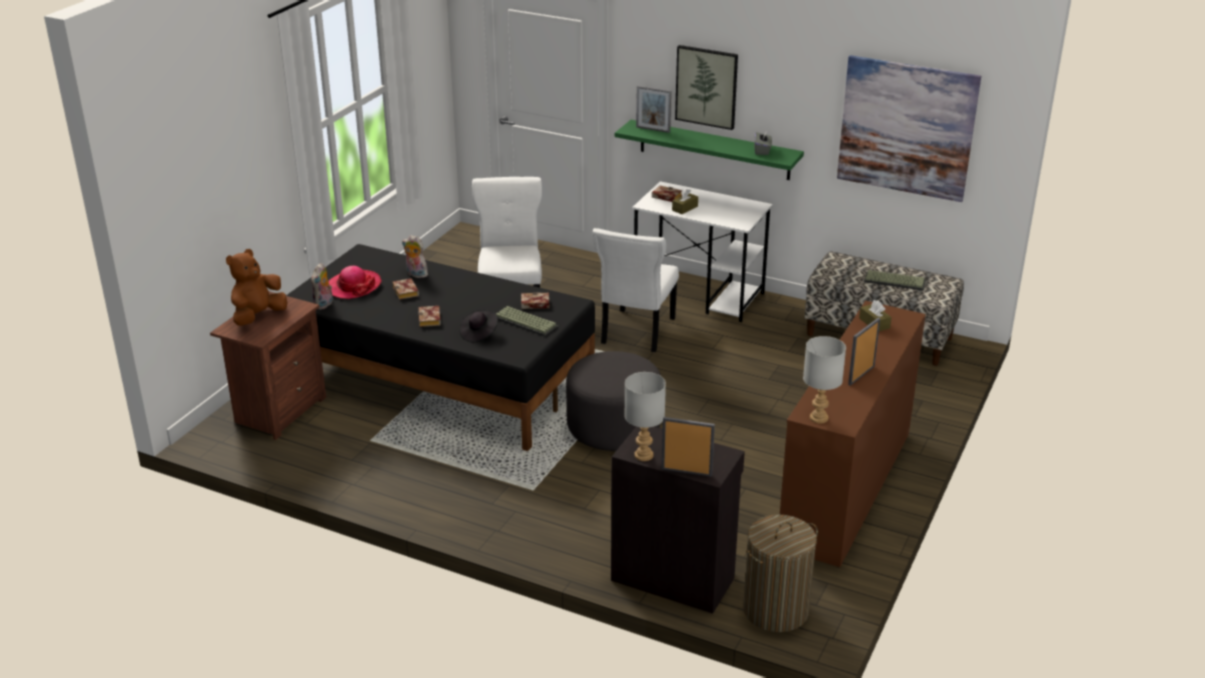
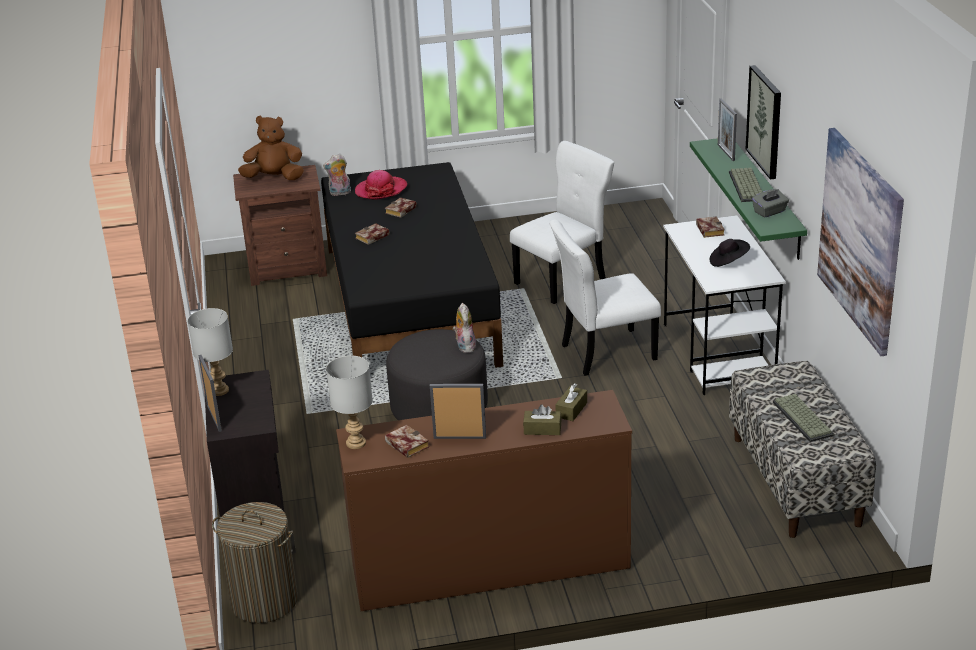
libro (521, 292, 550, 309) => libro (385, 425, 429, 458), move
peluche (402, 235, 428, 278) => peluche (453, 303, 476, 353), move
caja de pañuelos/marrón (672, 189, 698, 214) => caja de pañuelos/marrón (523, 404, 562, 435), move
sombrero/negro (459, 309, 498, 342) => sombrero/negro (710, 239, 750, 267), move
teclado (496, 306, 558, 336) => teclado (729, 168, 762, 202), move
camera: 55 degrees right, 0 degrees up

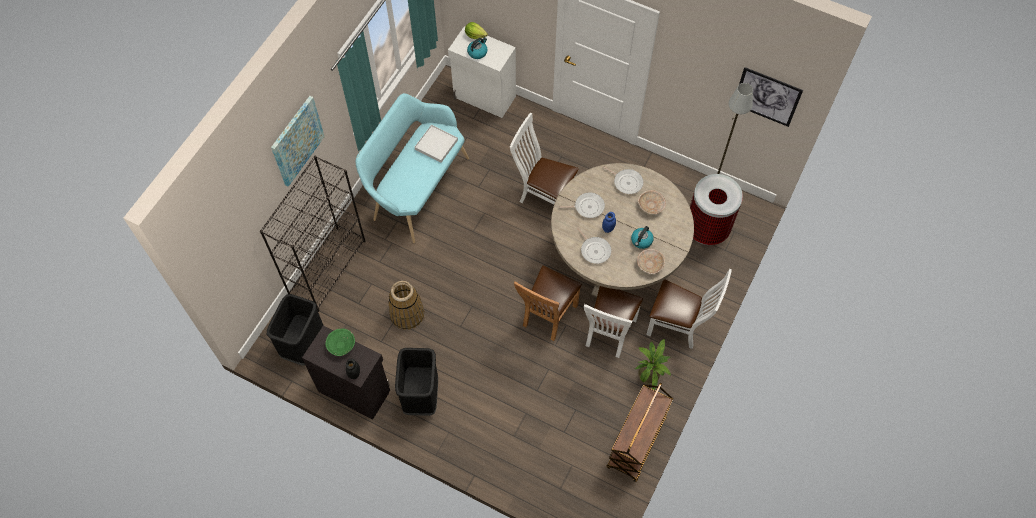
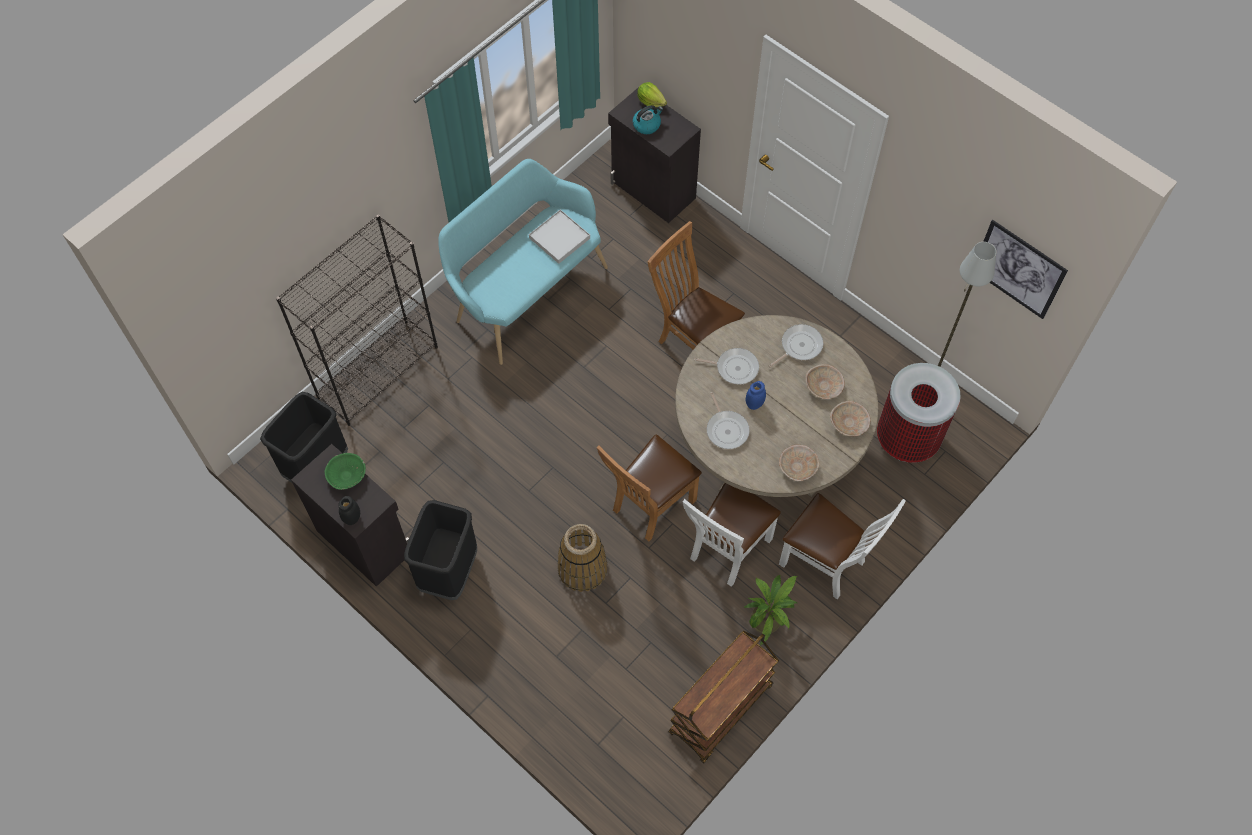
cesta (388, 281, 424, 330) => cesta (557, 524, 608, 592), move
armario/blanco (448, 26, 516, 118) => armario/negro (608, 87, 701, 223)
silla/blanco (510, 113, 579, 204) => silla/marrón (647, 221, 745, 349)
sartén (603, 166, 643, 194) => sartén (769, 324, 823, 368), 90 degrees counterclockwise
nothing => cuenco/beis (830, 401, 870, 436)
cuadro (271, 96, 325, 187) => nothing
hervidor (631, 226, 654, 249) => nothing
camera: 15 degrees right, 0 degrees up

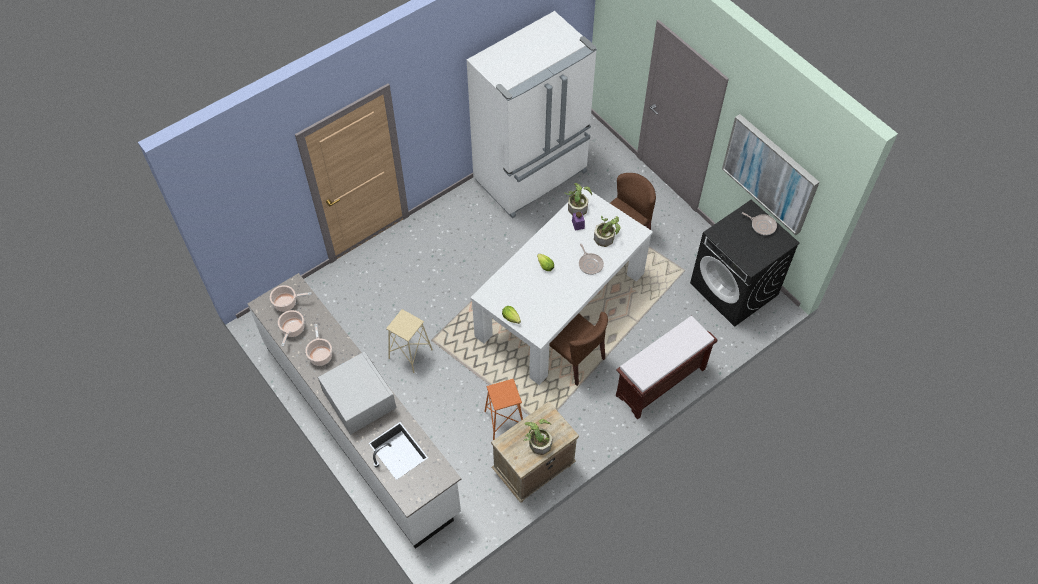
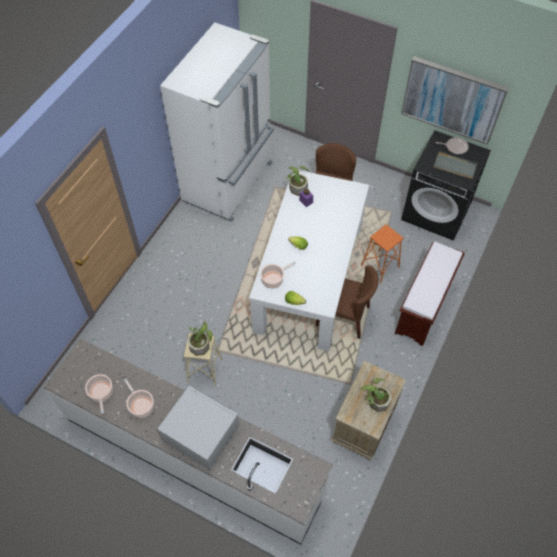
planta en maceta (594, 216, 621, 247) => planta en maceta (188, 322, 212, 356), move
olla (270, 285, 311, 312) => olla (260, 261, 296, 288), move
taburete/naranja (484, 379, 523, 440) => taburete/naranja (361, 224, 404, 283), move
nothing => bandeja/gris (434, 151, 477, 179)
sartén (579, 244, 604, 275) => nothing
camera: 25 degrees left, 0 degrees up

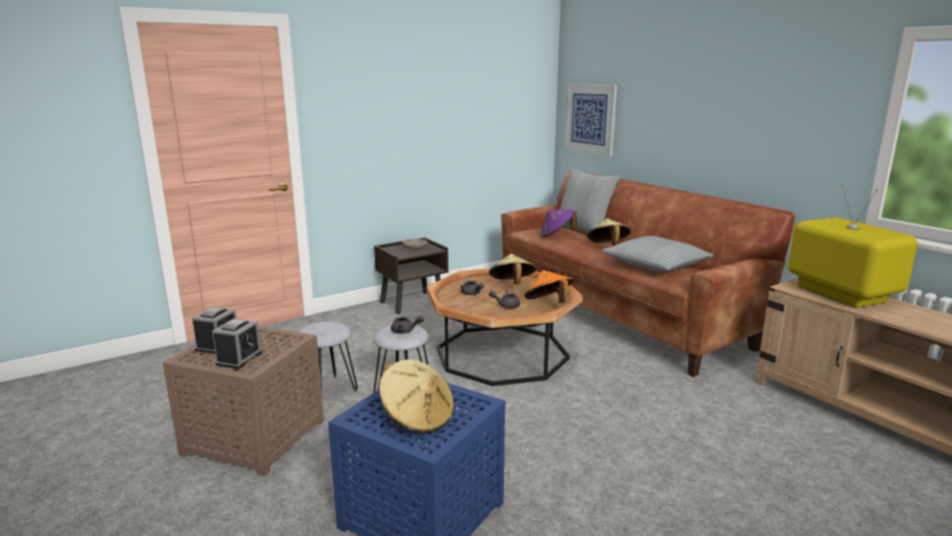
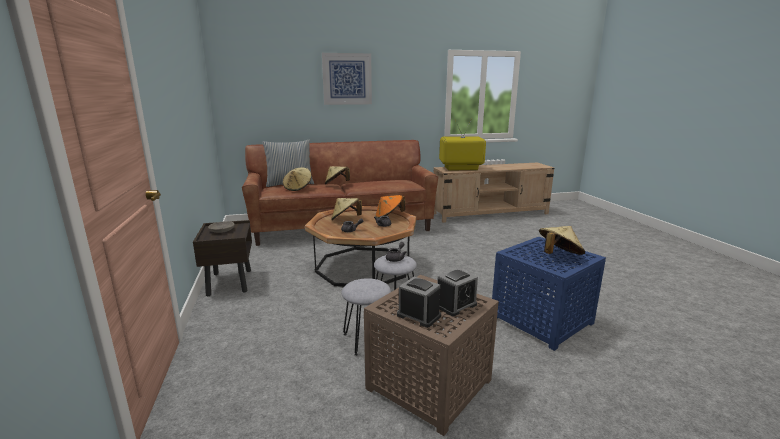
sombrero/morado (540, 209, 577, 237) => sombrero/beis (283, 167, 312, 191)
cuadro (564, 83, 617, 156) => cuadro (322, 53, 372, 105), move
despertador (212, 319, 262, 369) => despertador (437, 268, 478, 316), 105 degrees clockwise
cojín (601, 236, 713, 272) => nothing
camera: 70 degrees left, 0 degrees up

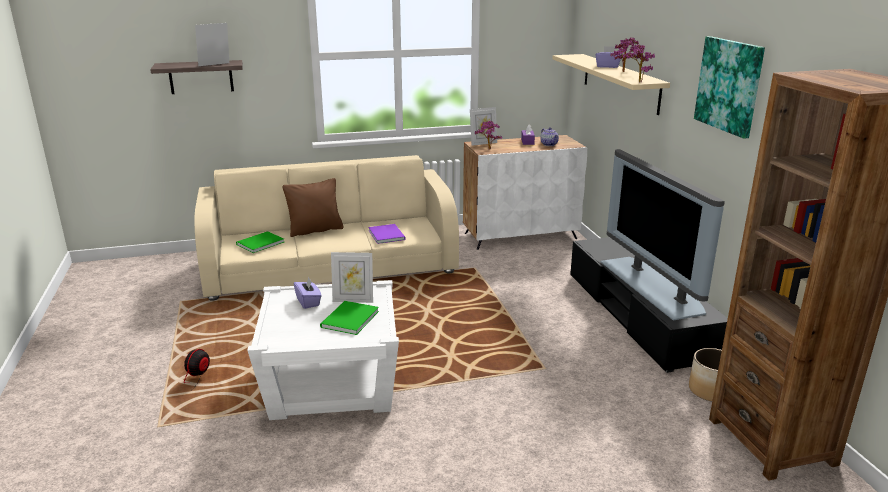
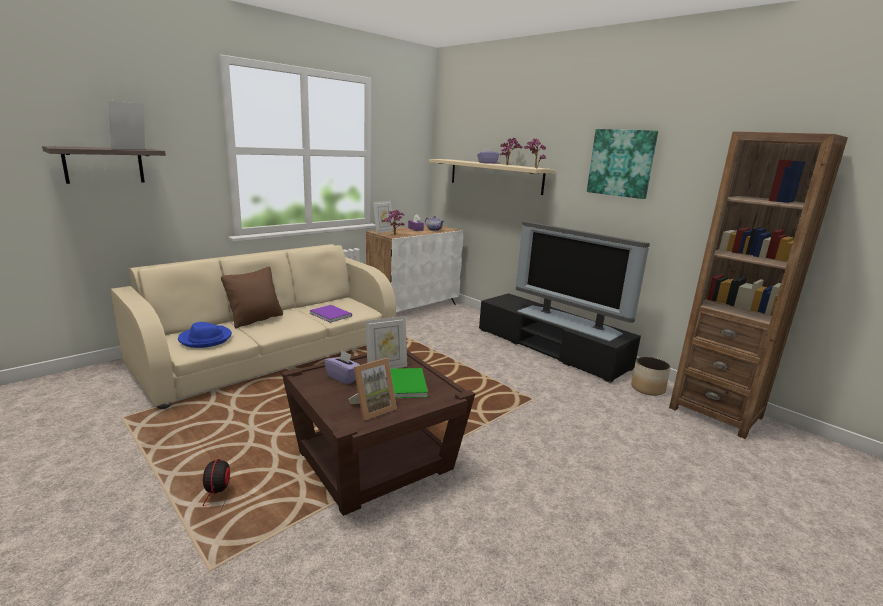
libro/verde (236, 231, 284, 253) => sombrero/azul (178, 322, 232, 348)
mesa auxiliar/blanco (247, 280, 399, 420) => mesa auxiliar/marrón (282, 350, 476, 516)
nothing => portarretratos (349, 358, 397, 420)
camera: 30 degrees left, 5 degrees down

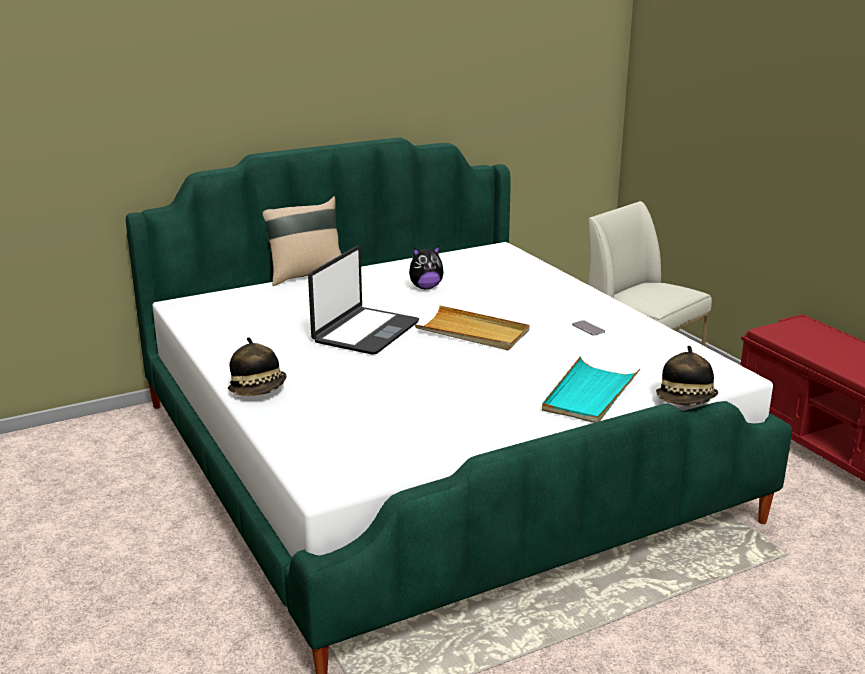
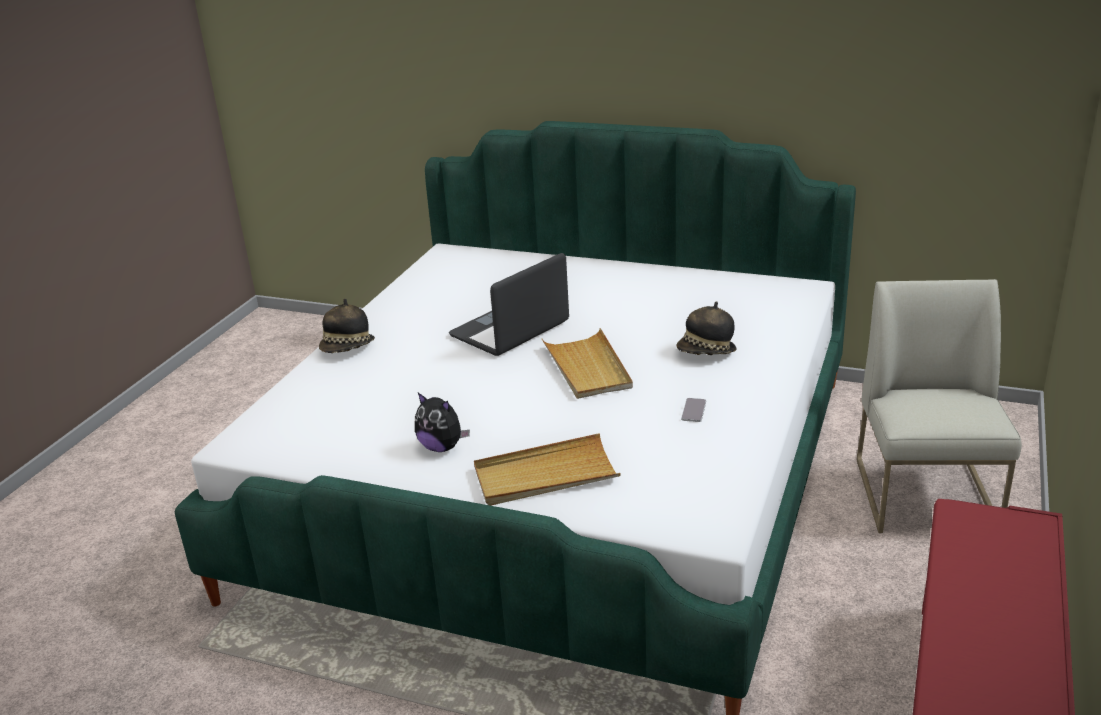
peluche (409, 246, 444, 289) => peluche (415, 393, 470, 452), move
portátil (308, 246, 419, 355) => portátil (449, 253, 569, 356), 150 degrees clockwise
bandeja/turquesa (542, 356, 640, 423) => bandeja/beis (474, 433, 621, 506)
sombrero (656, 346, 718, 406) => sombrero (676, 301, 737, 355), move
cojín/beis (263, 196, 341, 286) => nothing
camera: 50 degrees right, 5 degrees up

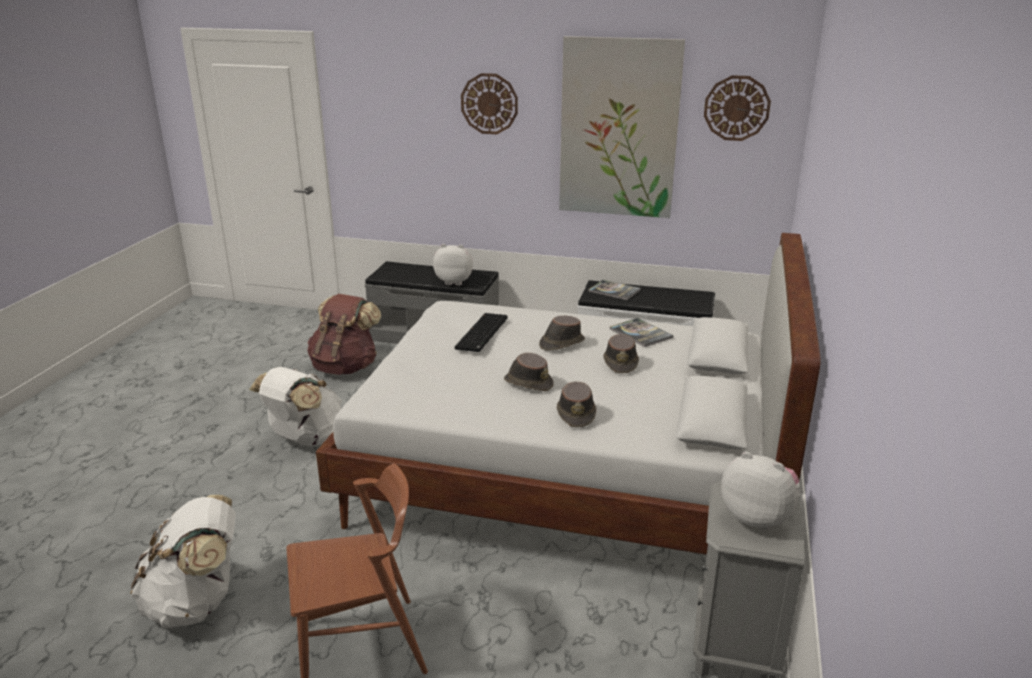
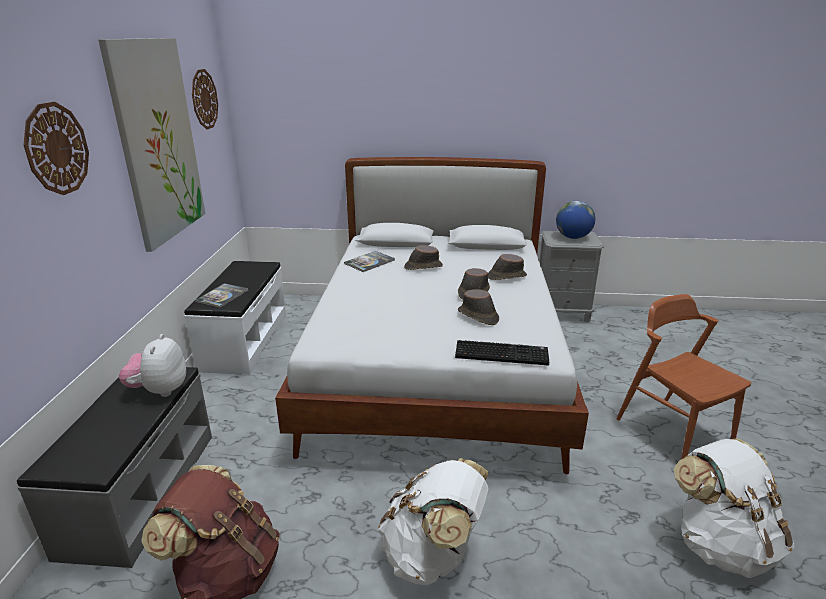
teclado (455, 313, 508, 352) => teclado (455, 340, 549, 366), move
sombrero/marrón (539, 316, 585, 351) => sombrero/marrón (458, 289, 499, 325), move
peluche (721, 452, 800, 530) => globo terráqueo (556, 201, 595, 239)
camera: 100 degrees left, 0 degrees up

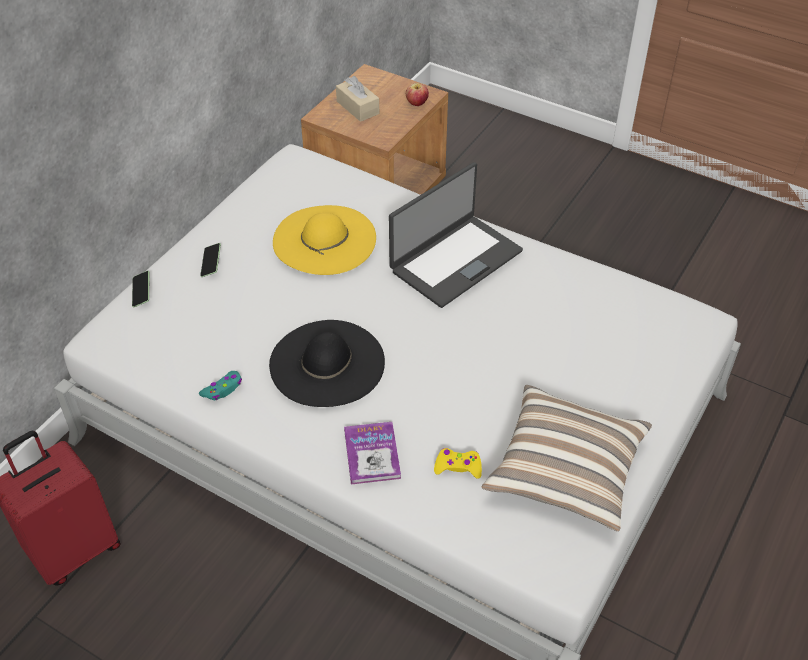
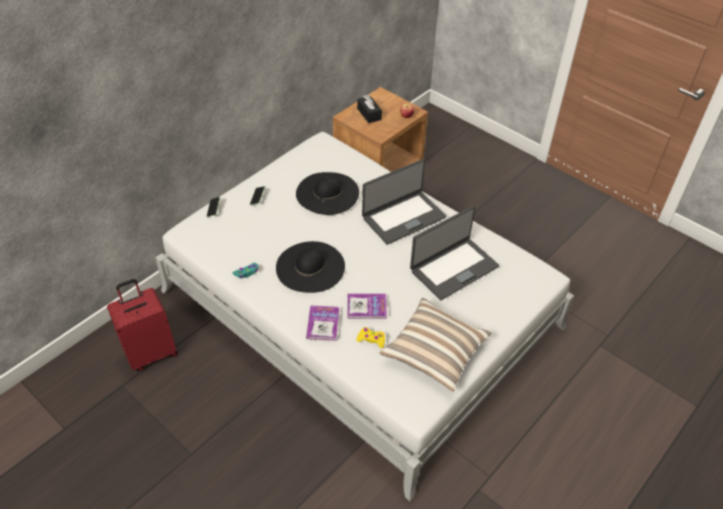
sombrero/amarillo (273, 205, 376, 275) => sombrero/negro (296, 172, 359, 215)
nothing => libro (348, 294, 387, 319)
caja de pañuelos/beis (336, 76, 379, 122) => caja de pañuelos/negro (357, 95, 382, 123)
nothing => portátil (410, 206, 499, 300)
camera: 10 degrees right, 0 degrees up

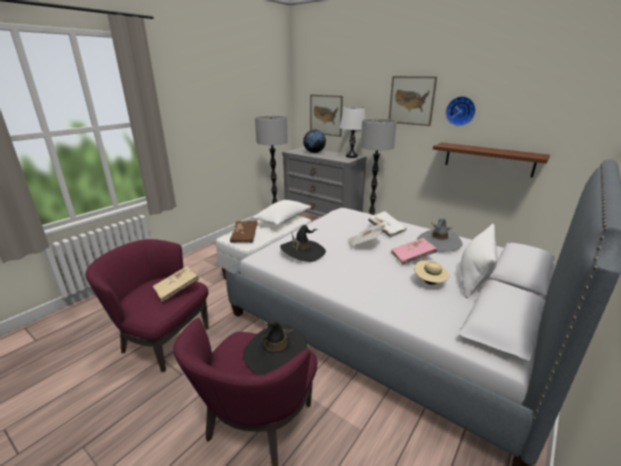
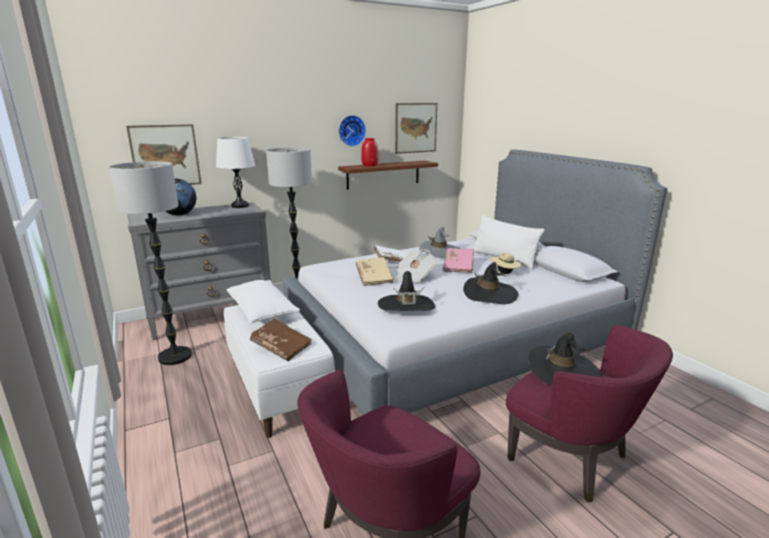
libro/beis (153, 266, 199, 302) => libro/beis (356, 257, 394, 286), move
nothing => florero/rojo (361, 138, 378, 167)
cuadro (389, 76, 437, 126) => cuadro (395, 103, 437, 154), move
nothing => sombrero/negro (463, 262, 518, 304)
camera: 65 degrees left, 5 degrees down

